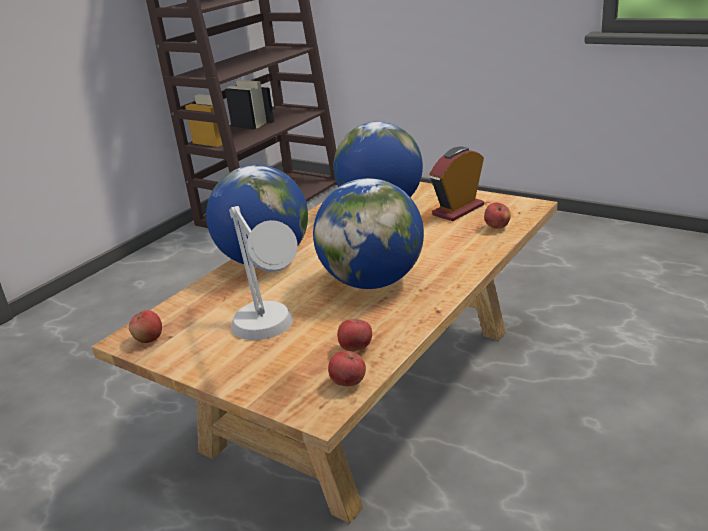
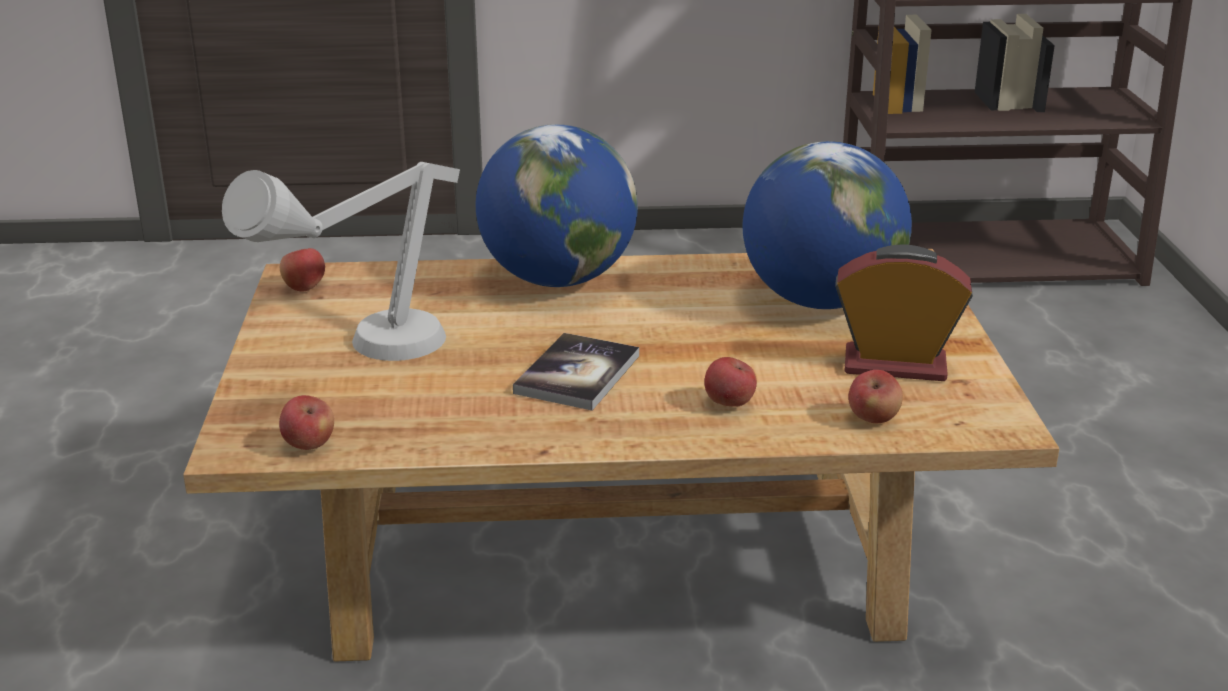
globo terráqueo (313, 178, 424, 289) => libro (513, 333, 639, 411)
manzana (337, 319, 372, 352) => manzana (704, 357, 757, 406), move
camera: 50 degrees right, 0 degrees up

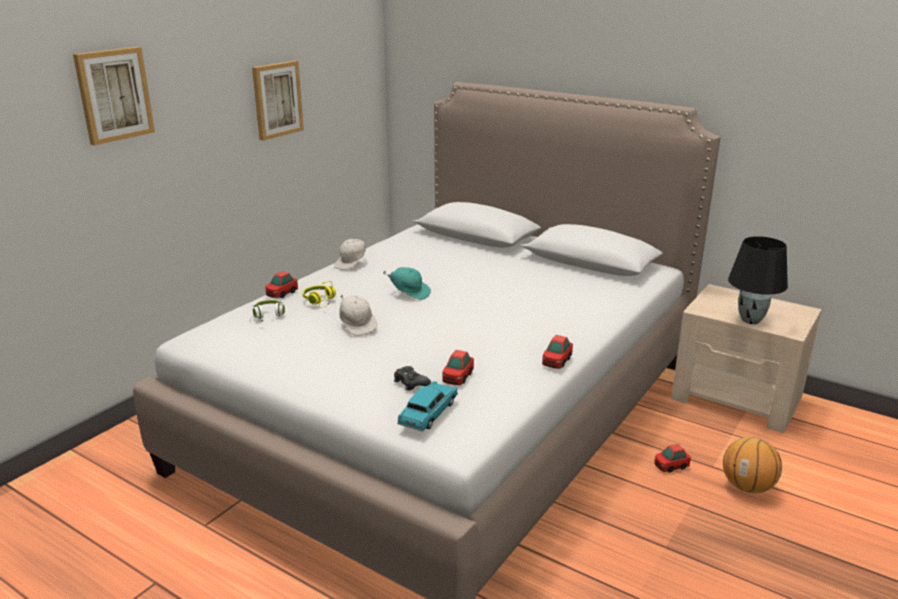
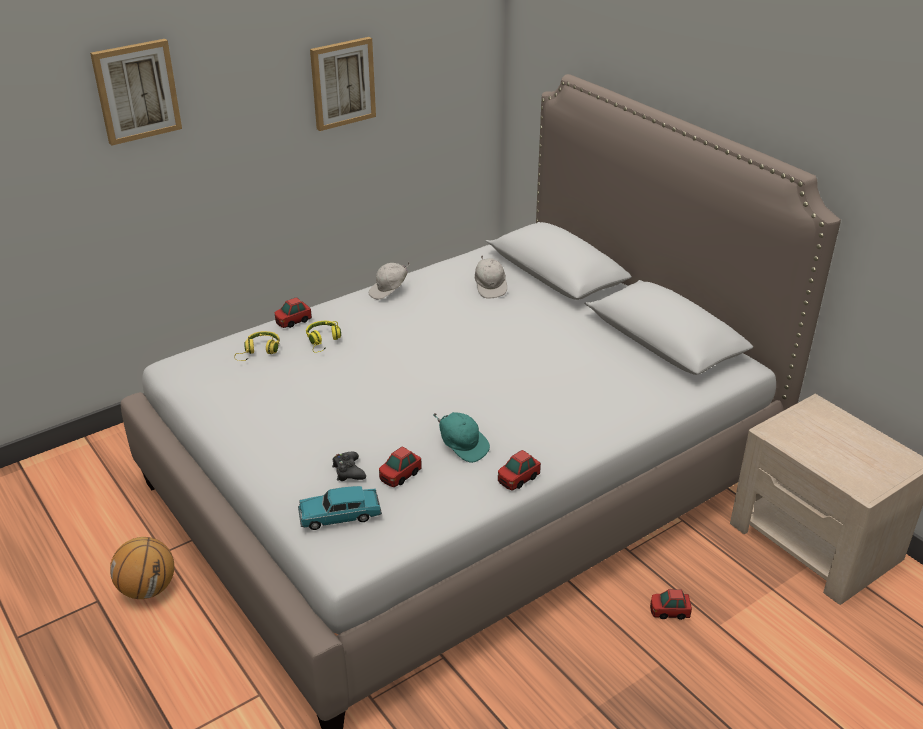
balón de baloncesto (723, 437, 782, 493) => balón de baloncesto (110, 537, 174, 599), move
auriculares/blanco (250, 298, 285, 324) => auriculares/amarillo (234, 331, 280, 361)
coche de juguete/turquesa (397, 381, 458, 431) => coche de juguete/turquesa (298, 486, 382, 530), 150 degrees counterclockwise
gorra/turquesa (383, 267, 431, 300) => gorra/turquesa (433, 412, 490, 463), move
gorra/blanco (339, 295, 377, 336) => gorra/blanco (475, 256, 507, 298), move
lámpara de mesa/negro (728, 236, 788, 324) => nothing
camera: 20 degrees right, 10 degrees up

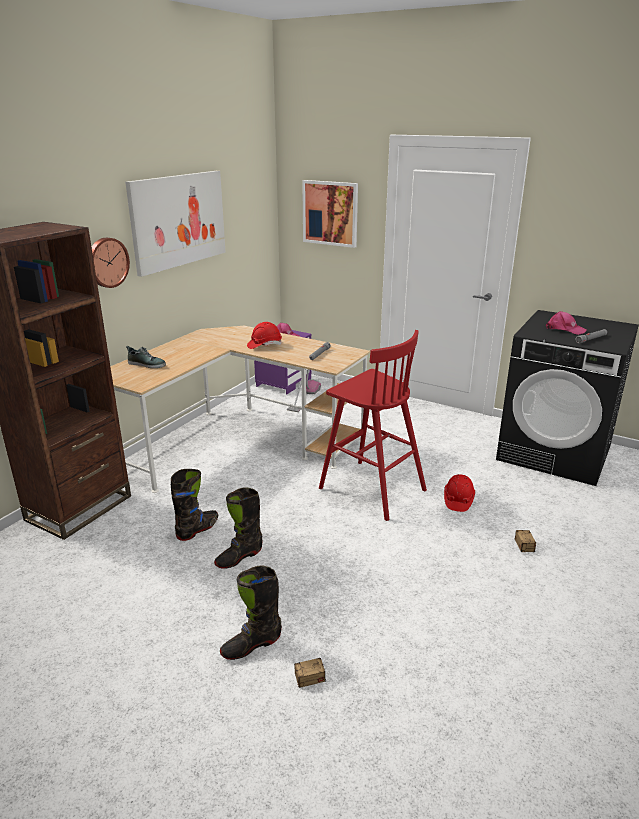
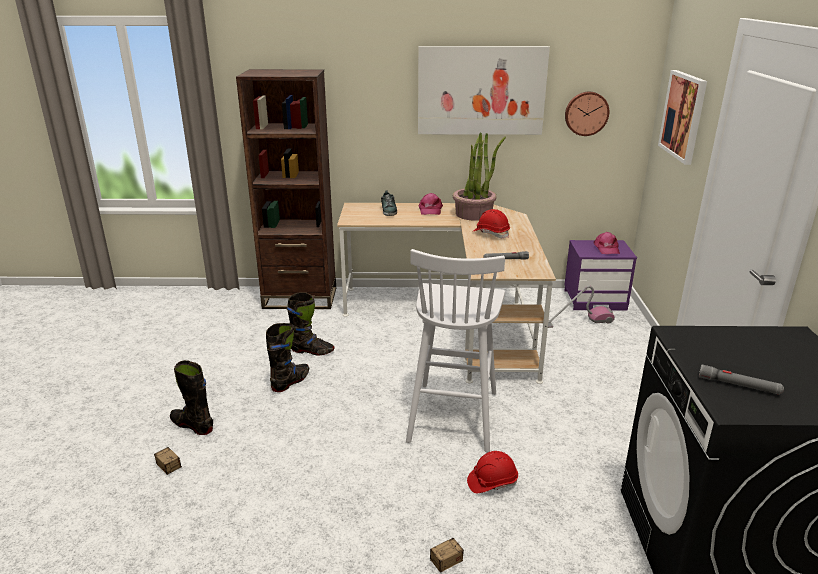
bota/negro (214, 487, 263, 569) => bota/negro (266, 323, 309, 392), 105 degrees clockwise
taburete/rojo (319, 330, 427, 521) => taburete/blanco (406, 249, 505, 453)
gorra/rosa (546, 311, 587, 335) => gorra/rosa (419, 193, 443, 215), move
nothing => planta en maceta (453, 132, 506, 221)
reloj de pared (92, 238, 130, 288) => reloj de pared (565, 92, 609, 136), move
camera: 60 degrees right, 0 degrees up

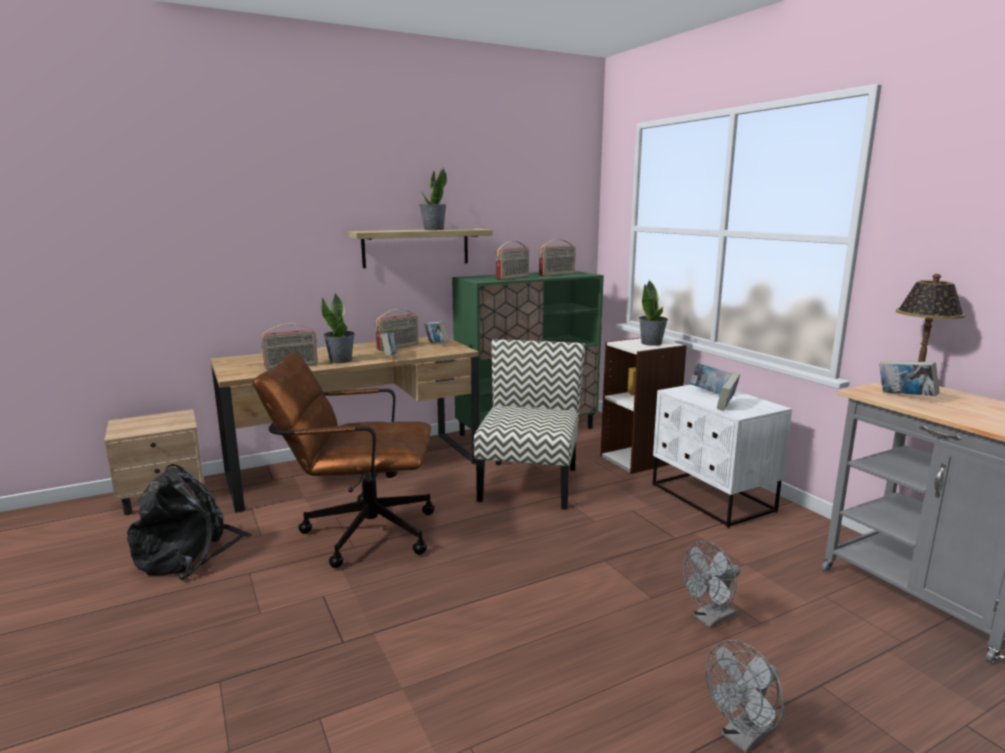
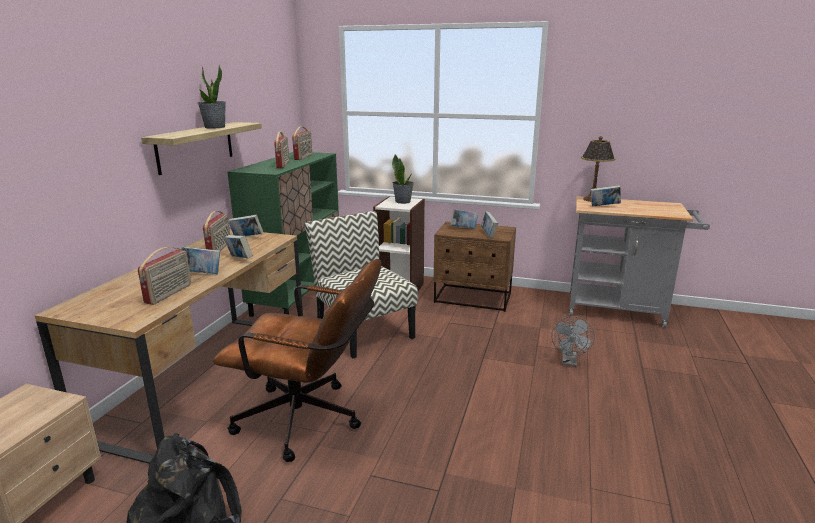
planta en maceta (321, 292, 355, 363) => libro (181, 246, 220, 274)
silla de oficina/marrón (253, 351, 435, 568) => silla de oficina/marrón (213, 259, 381, 462), 120 degrees counterclockwise
mesita de noche/blanco (653, 384, 792, 528) => mesita de noche/marrón (434, 222, 516, 312)
ventilador/gris (705, 640, 785, 753) => nothing
camera: 45 degrees left, 5 degrees up

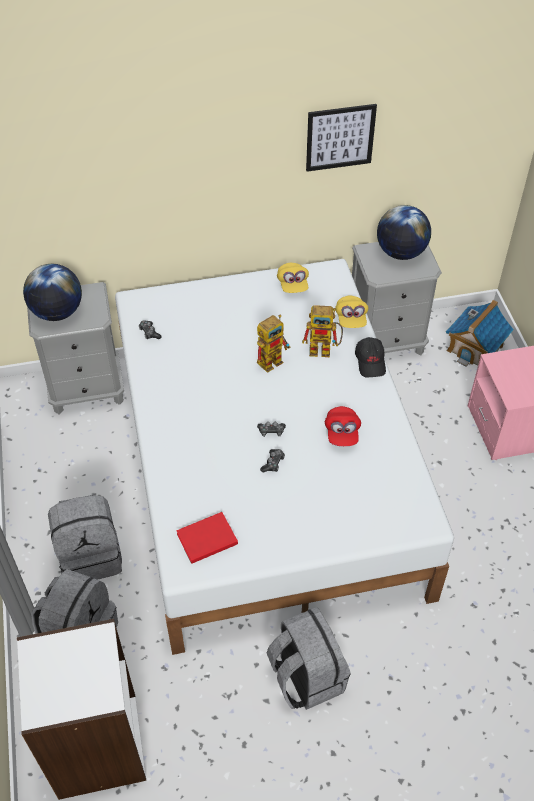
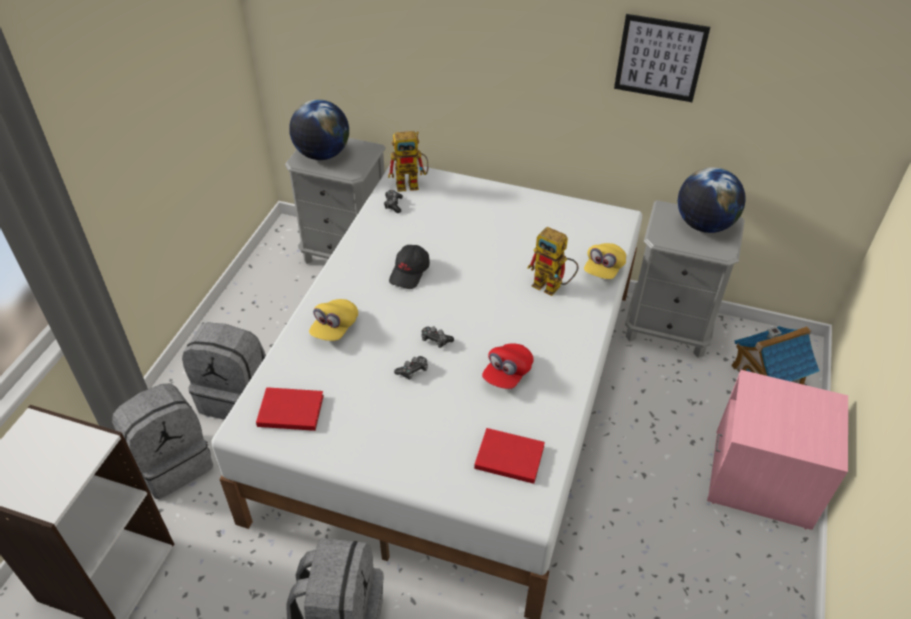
gorra/amarillo (277, 263, 309, 293) => gorra/amarillo (309, 299, 358, 341), move
robot de juguete (257, 315, 291, 373) => robot de juguete (388, 131, 428, 192), move
gorra/negro (355, 337, 386, 377) => gorra/negro (389, 245, 430, 289), move
nothing => libro/rojo (474, 428, 545, 484)
camera: 30 degrees right, 5 degrees down

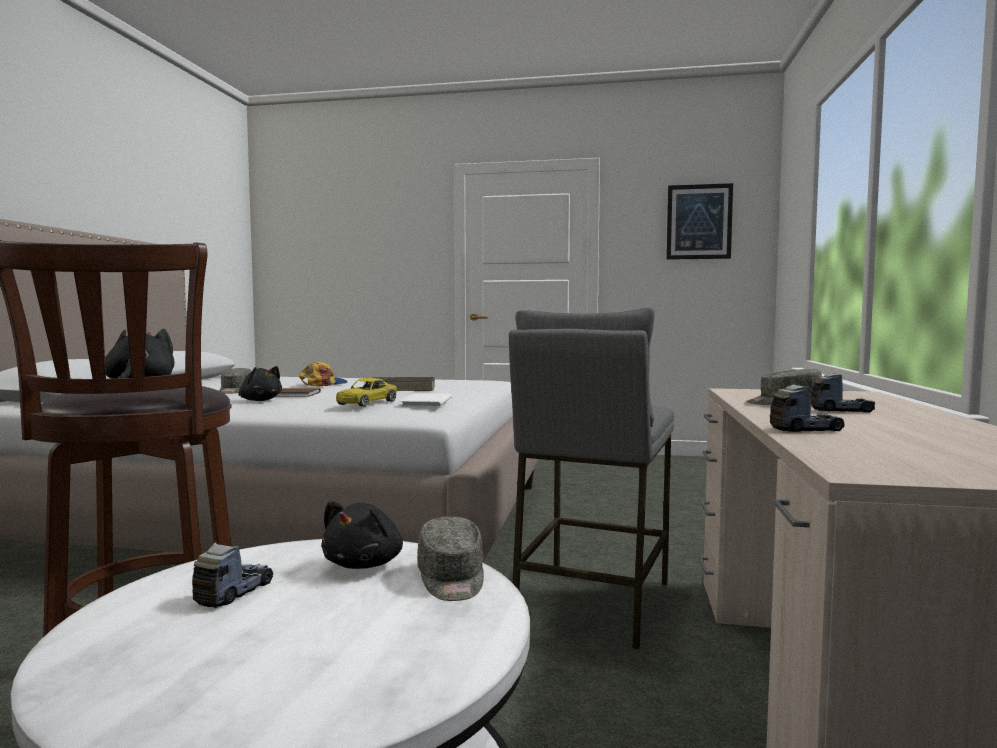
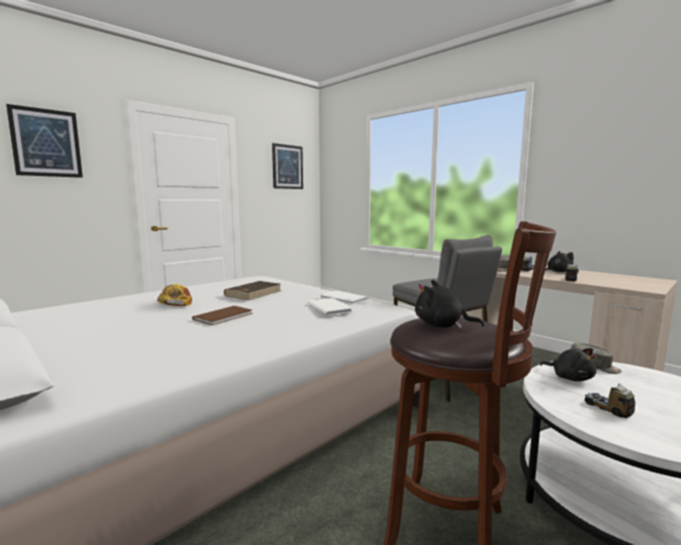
nothing => cuadro (6, 104, 83, 178)
coche de juguete/amarillo (336, 378, 397, 407) => libro/blanco (307, 298, 353, 315)
peluche/negro (238, 366, 282, 401) => peluche/negro (545, 251, 574, 272), move
gorra/gris (219, 368, 251, 393) => nothing
camera: 55 degrees left, 5 degrees up

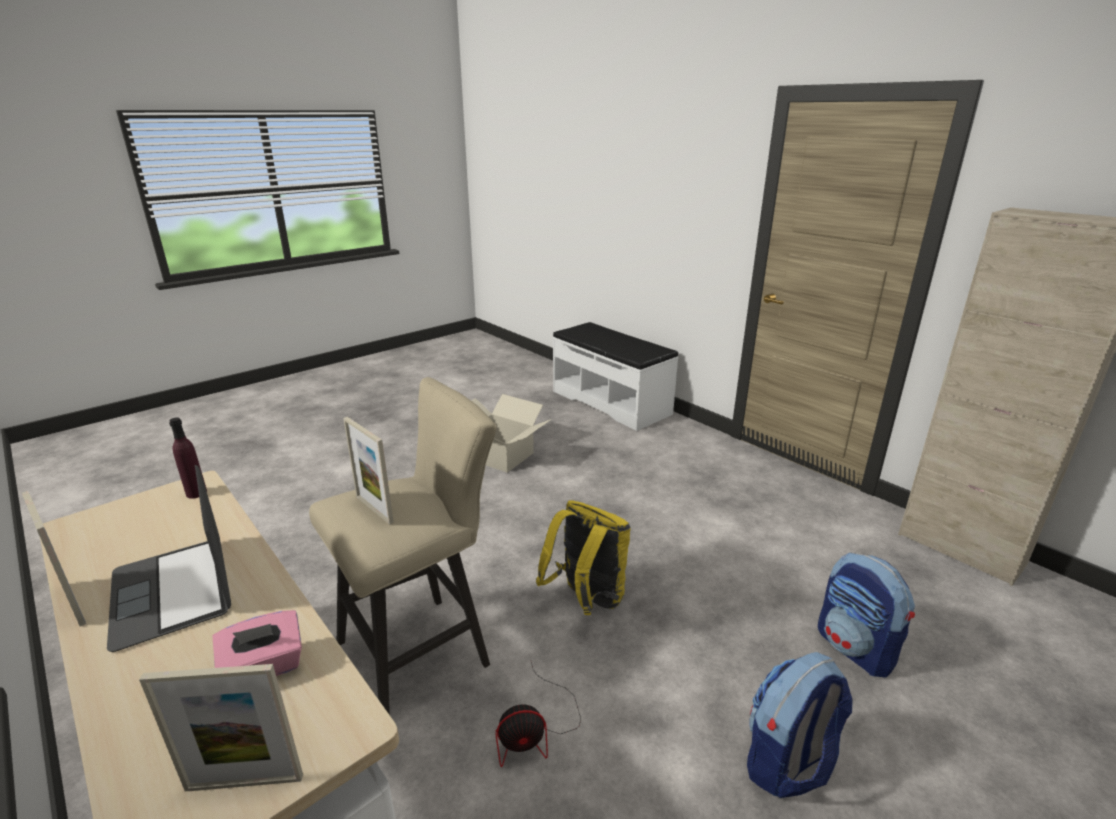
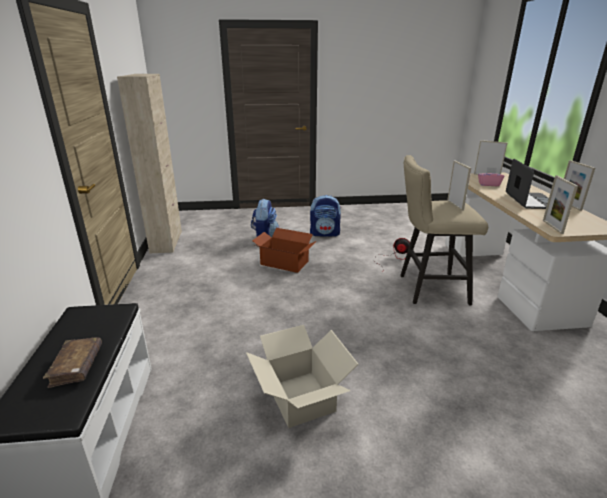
nothing => libro/marrón (43, 337, 102, 388)
nothing => caja de cartón (252, 228, 316, 273)
botella/morado (169, 417, 207, 499) => portarretratos (543, 176, 578, 234)
mochila/amarillo (536, 500, 631, 615) => nothing
camera: 145 degrees left, 0 degrees up

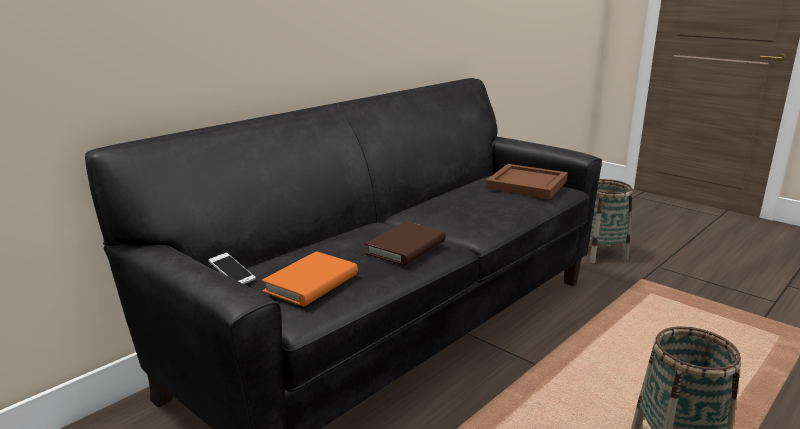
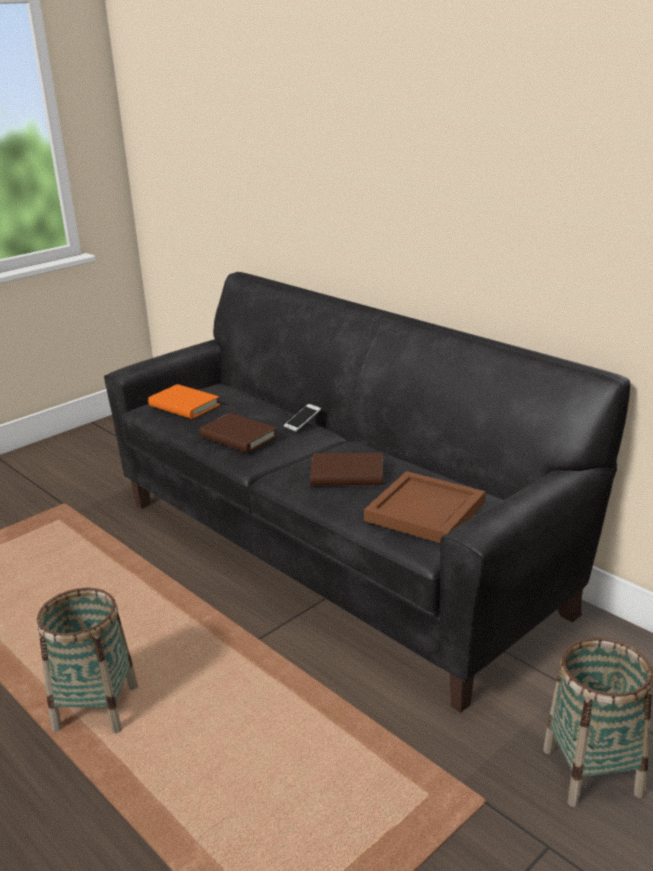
móvil (209, 253, 255, 284) => móvil (284, 404, 321, 432), move
nothing => libro/marrón (310, 453, 383, 485)
camera: 95 degrees right, 5 degrees up

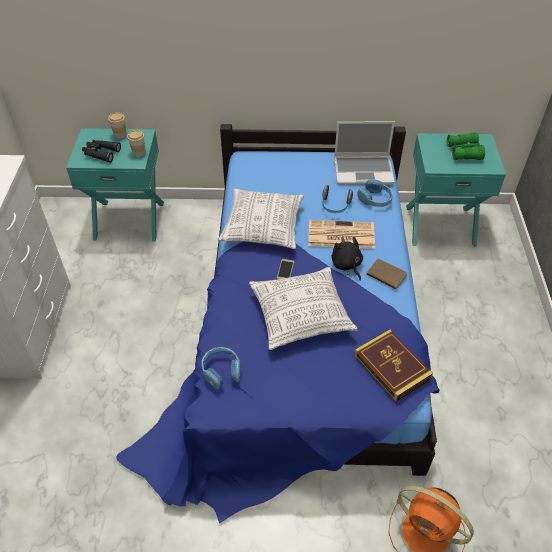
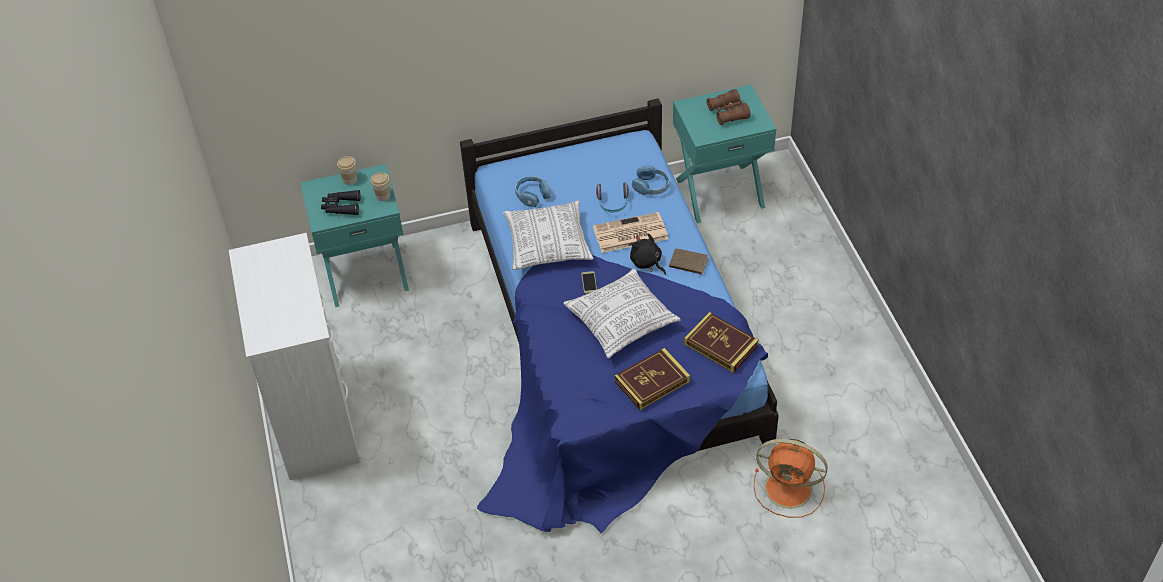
auriculares/azul (202, 347, 241, 390) => auriculares/azul (515, 176, 551, 207), move
nothing => libro (615, 348, 690, 410)
prismáticos/verde (447, 132, 485, 160) => prismáticos/marrón (707, 89, 751, 125)
portátil (334, 121, 395, 185) => nothing
camera: 15 degrees left, 0 degrees up

